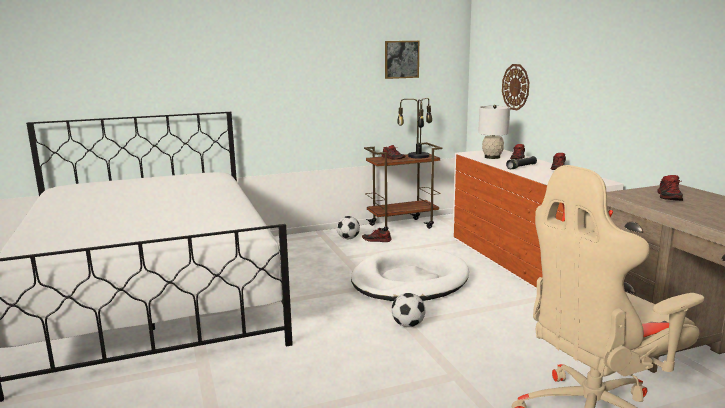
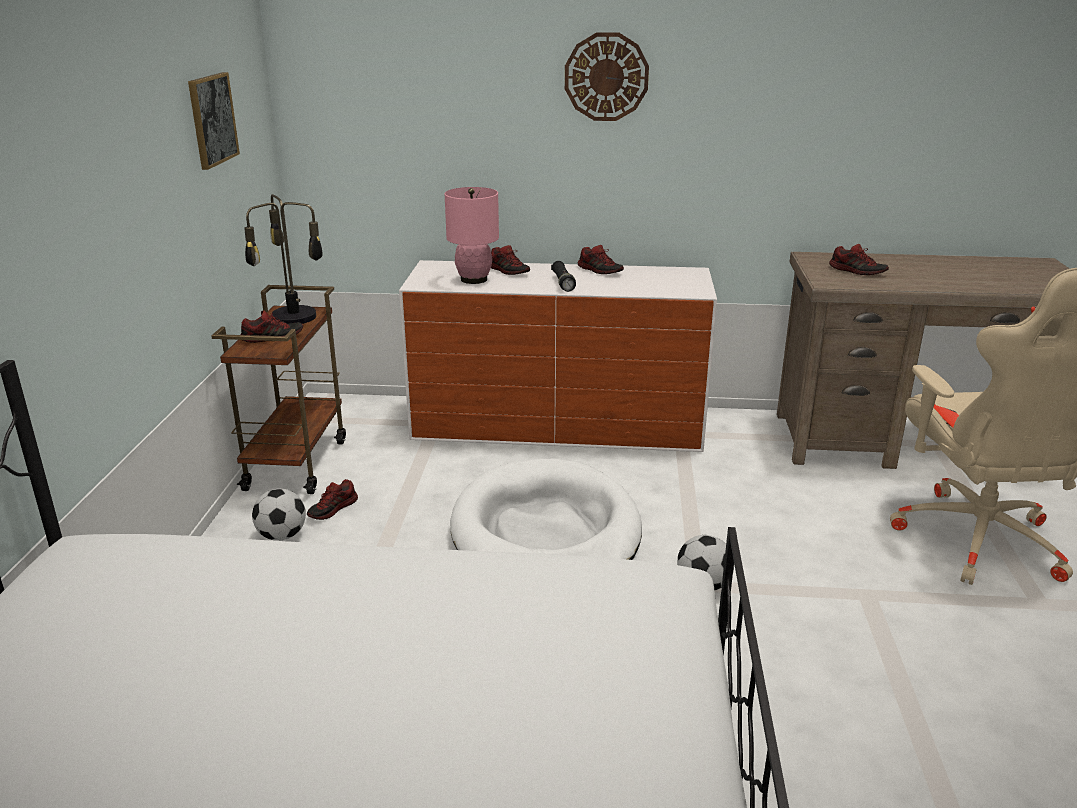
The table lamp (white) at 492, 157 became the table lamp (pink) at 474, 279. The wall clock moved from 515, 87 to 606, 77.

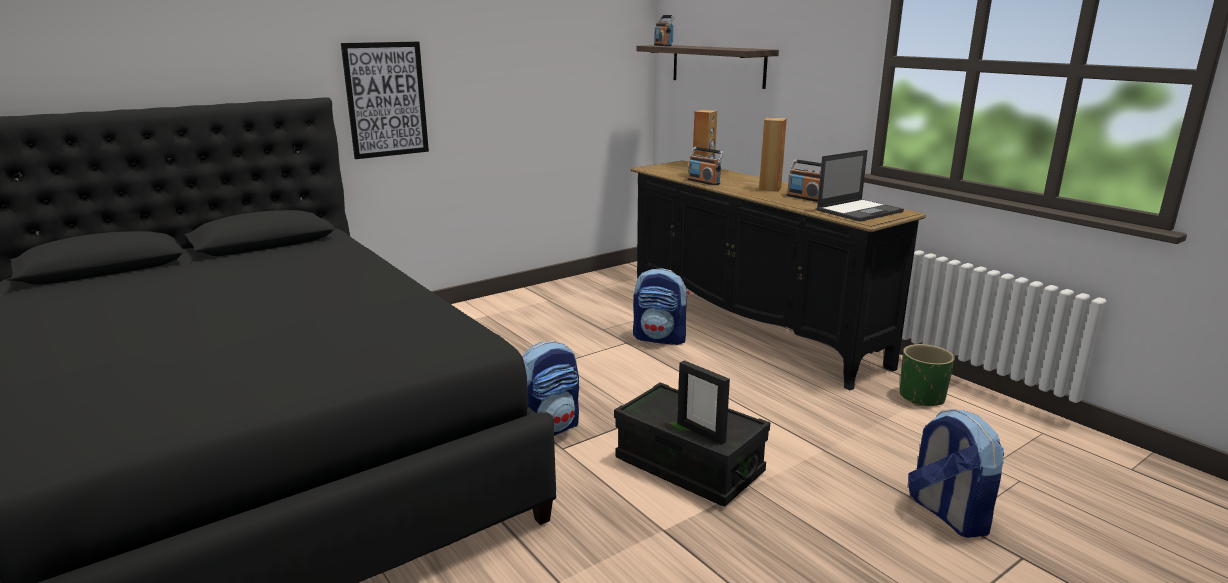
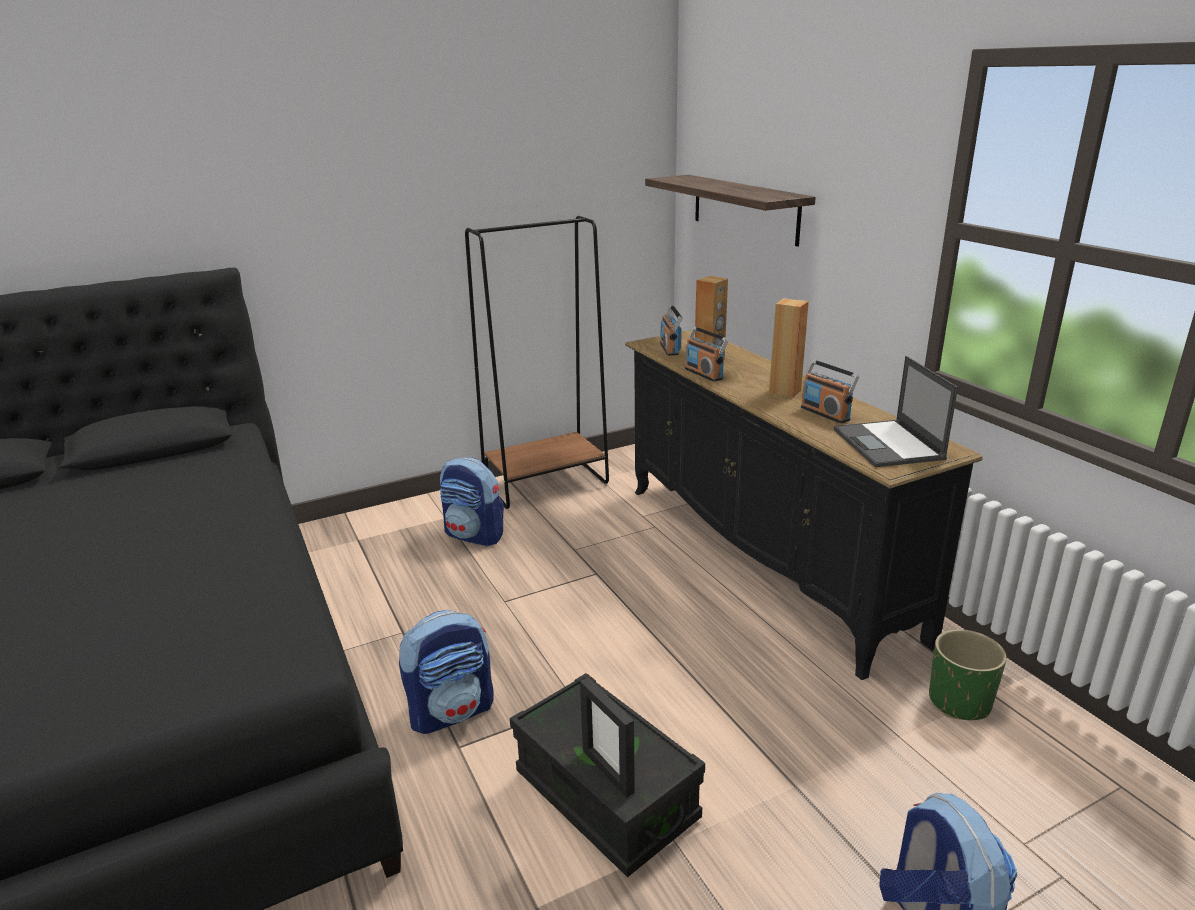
The backpack moved from 660, 338 to 475, 535. The clothes rack at 546, 484 appeared. The radio moved from 663, 45 to 670, 349. The laptop at 859, 211 turned 105 degrees clockwise. The picture at 386, 100 disappeared.

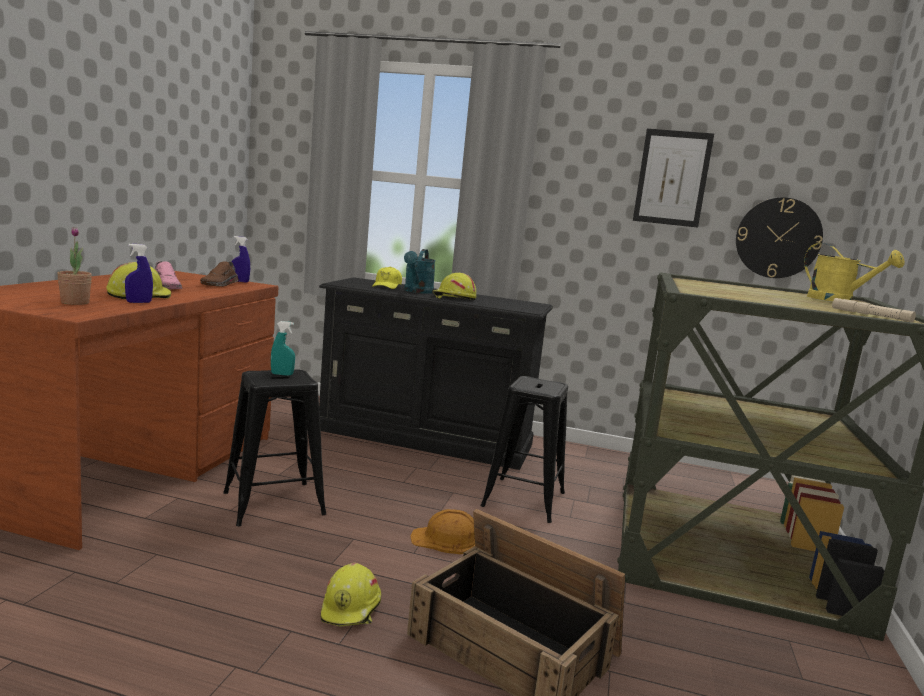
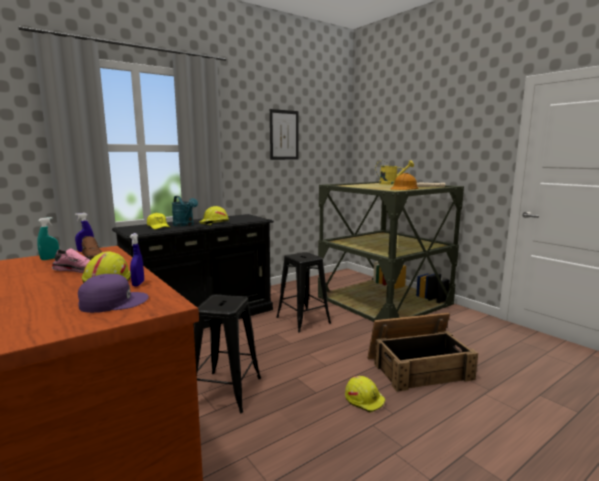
The spray bottle (turquoise) moved from 282, 374 to 50, 258. The potted plant at 75, 302 was replaced by the cap (purple) at 113, 302. The hard hat (orange) moved from 446, 539 to 404, 188. The wall clock at 778, 238 disappeared.

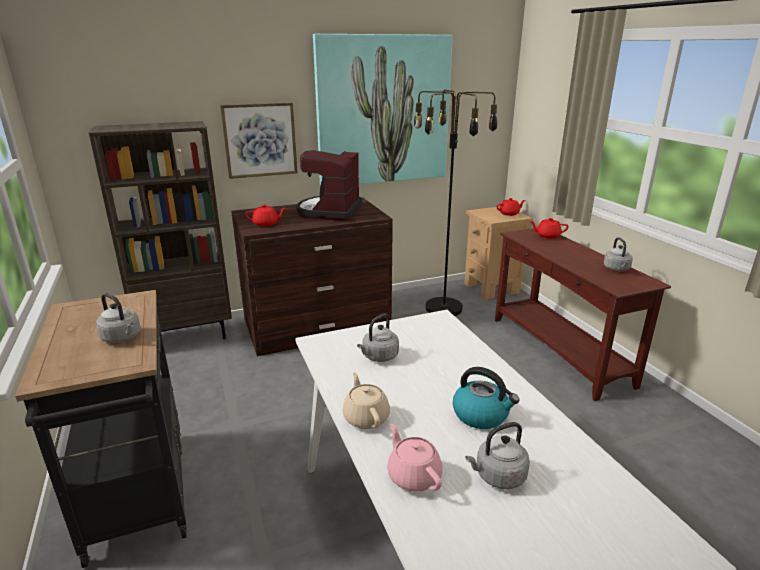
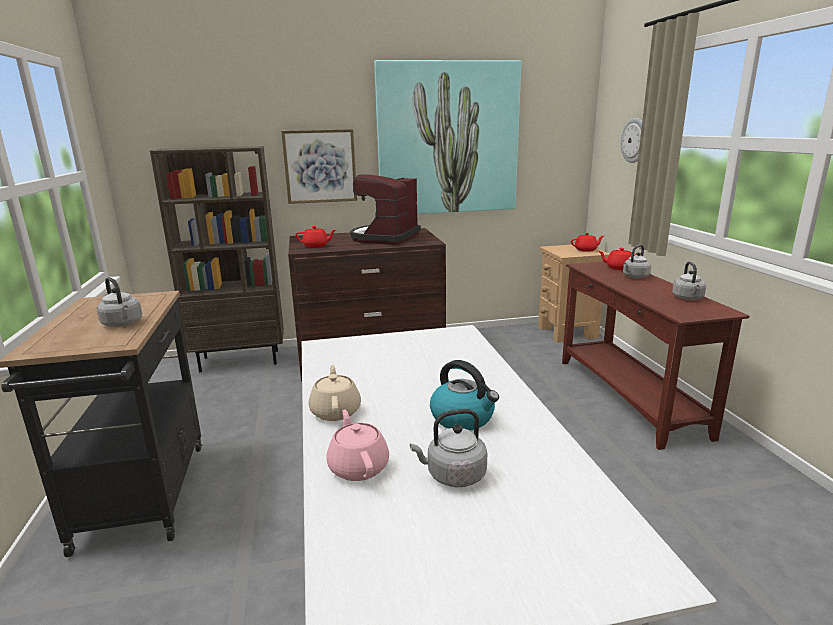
The wall clock at 634, 140 appeared. The kettle (grey) moved from 379, 357 to 634, 277. The floor lamp at 443, 308 disappeared.

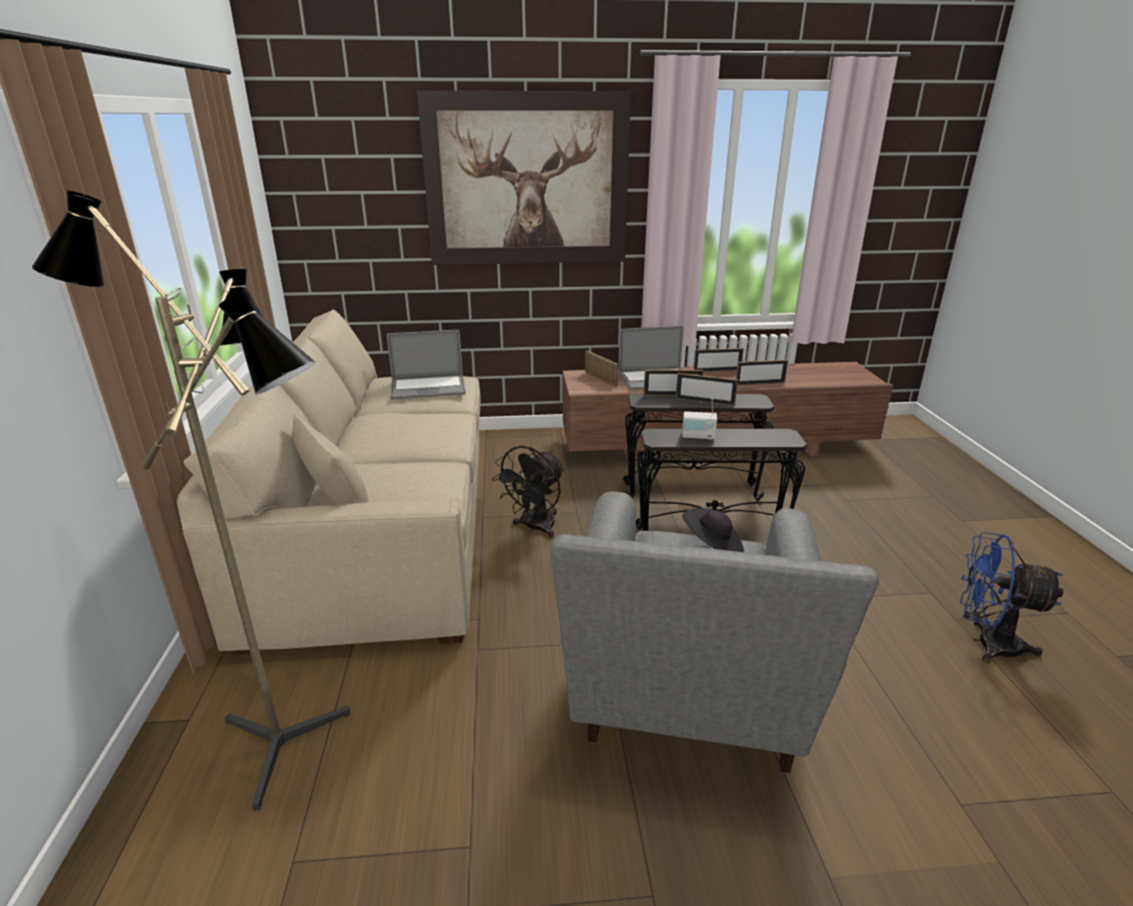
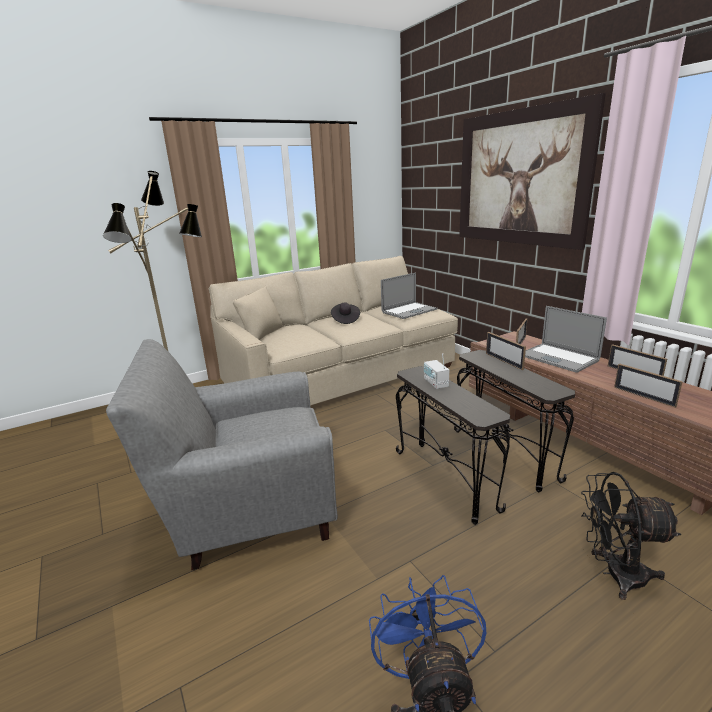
The hat (black) moved from 713, 546 to 345, 320. The laptop at 428, 388 turned 90 degrees counterclockwise. The fan (black) moved from 535, 528 to 615, 574. The picture frame at 704, 402 disappeared.

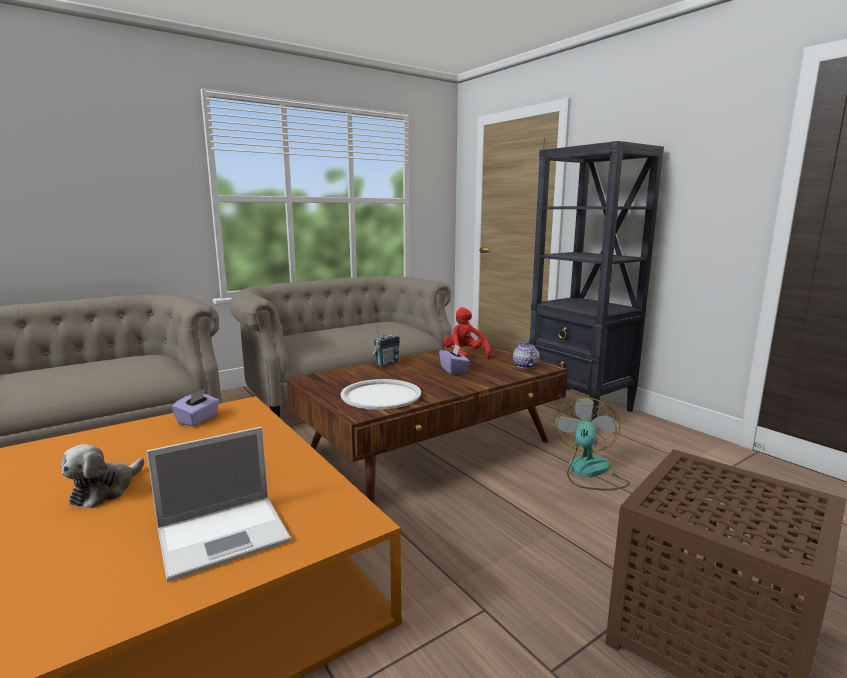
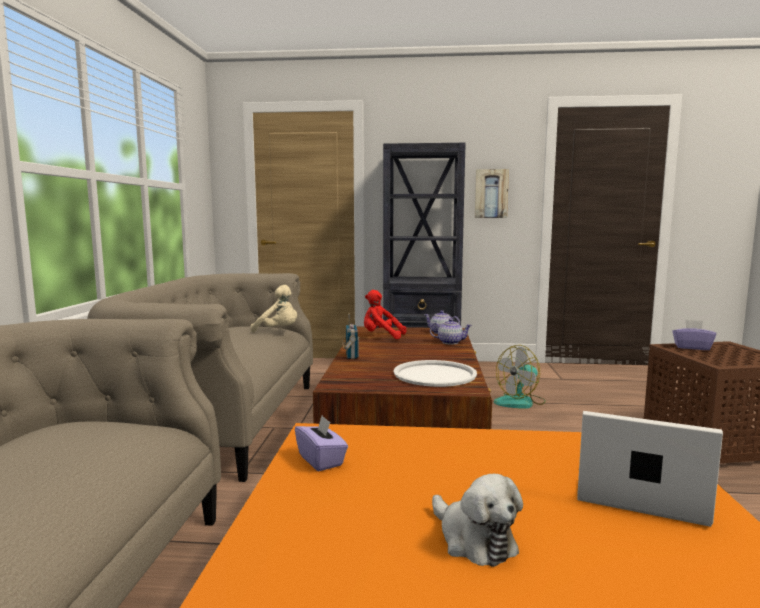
The plush toy (beige) at 278, 331 appeared. The teapot at 450, 342 appeared. The picture at 491, 193 appeared. The fan at 589, 472 turned 90 degrees counterclockwise. The laptop at 226, 534 turned 75 degrees counterclockwise. The tissue box (purple) moved from 454, 370 to 692, 347.

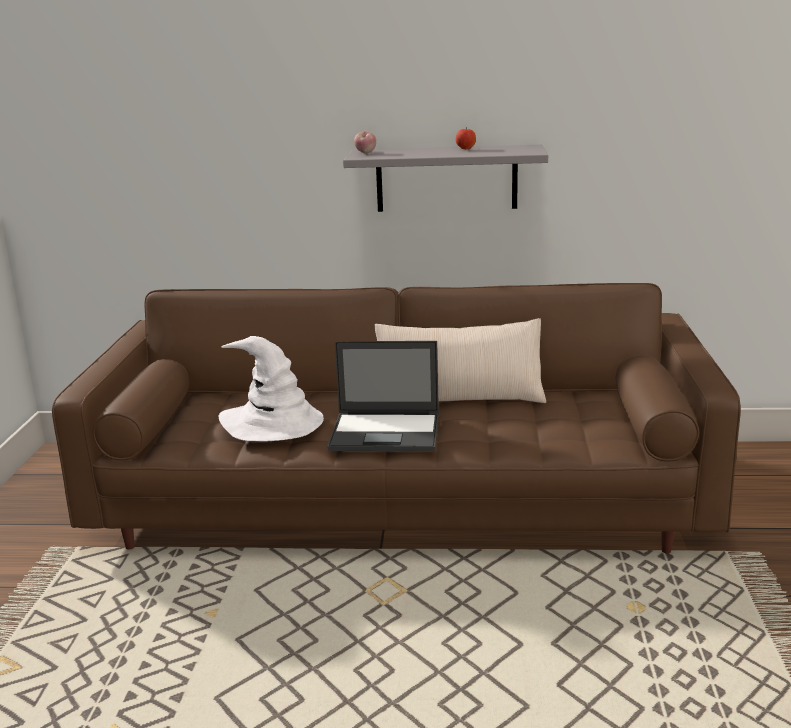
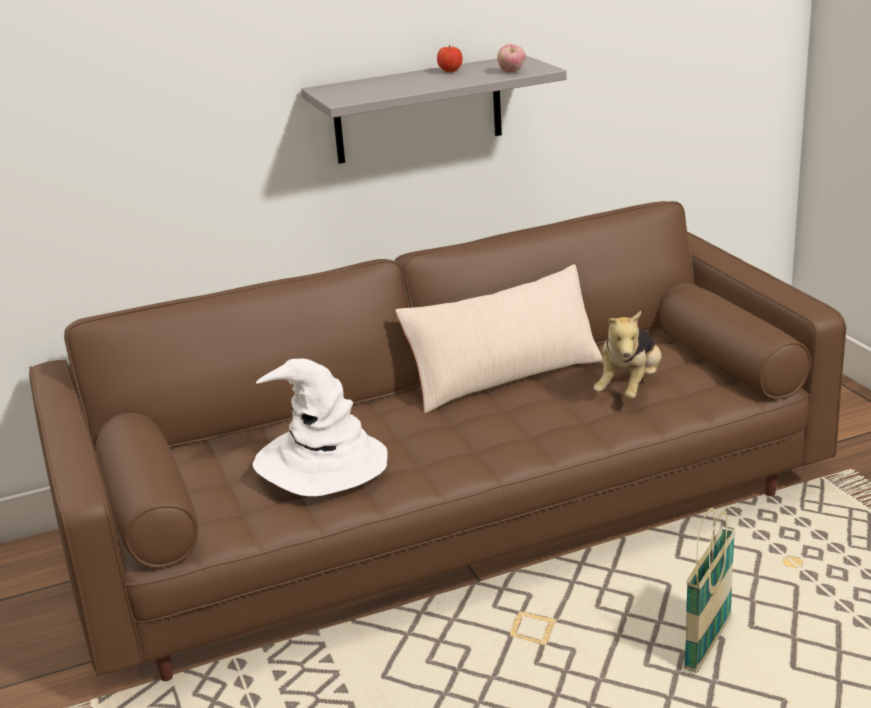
The apple moved from 365, 153 to 511, 72. The plush toy at 630, 388 appeared. The basket at 707, 645 appeared. The laptop at 387, 432 disappeared.

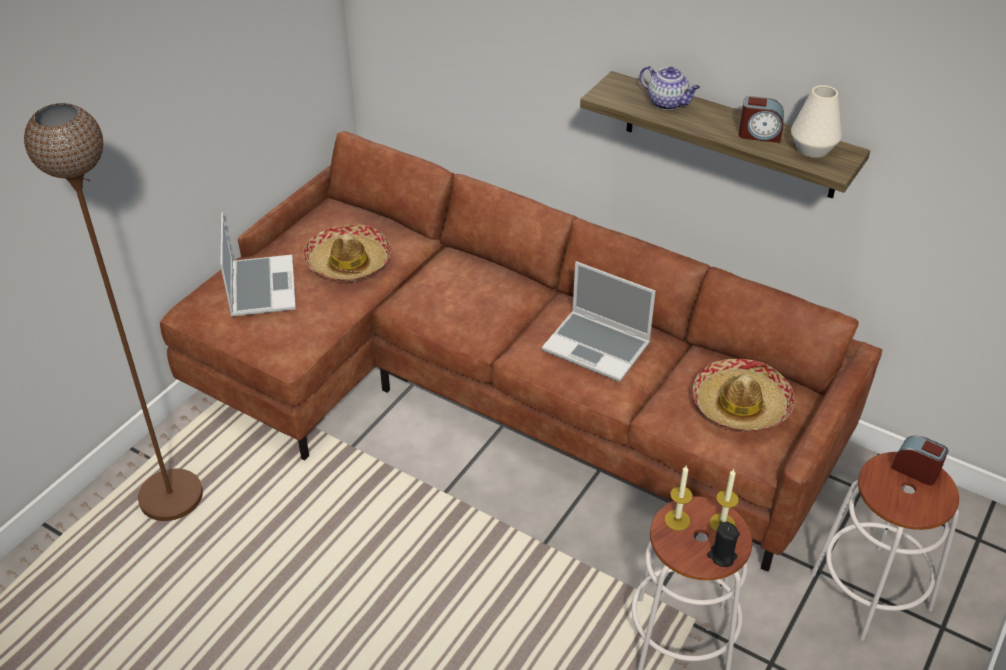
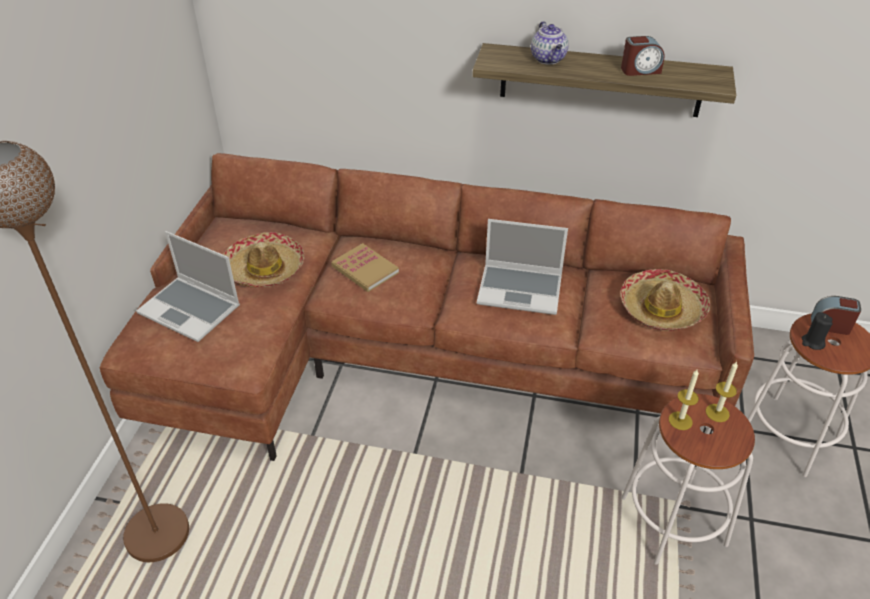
The laptop at 261, 287 turned 150 degrees clockwise. The book at 365, 270 appeared. The teapot at 668, 103 turned 60 degrees clockwise. The candle (black) moved from 722, 556 to 812, 342. The vase (white) at 813, 149 disappeared.

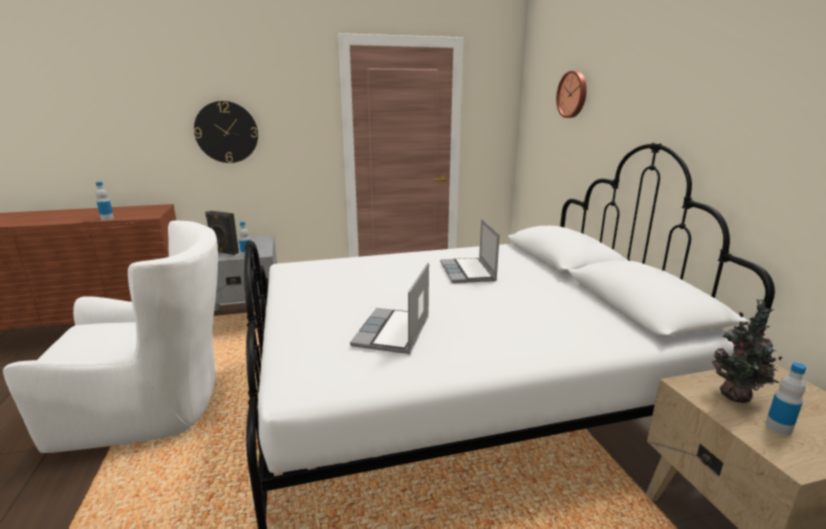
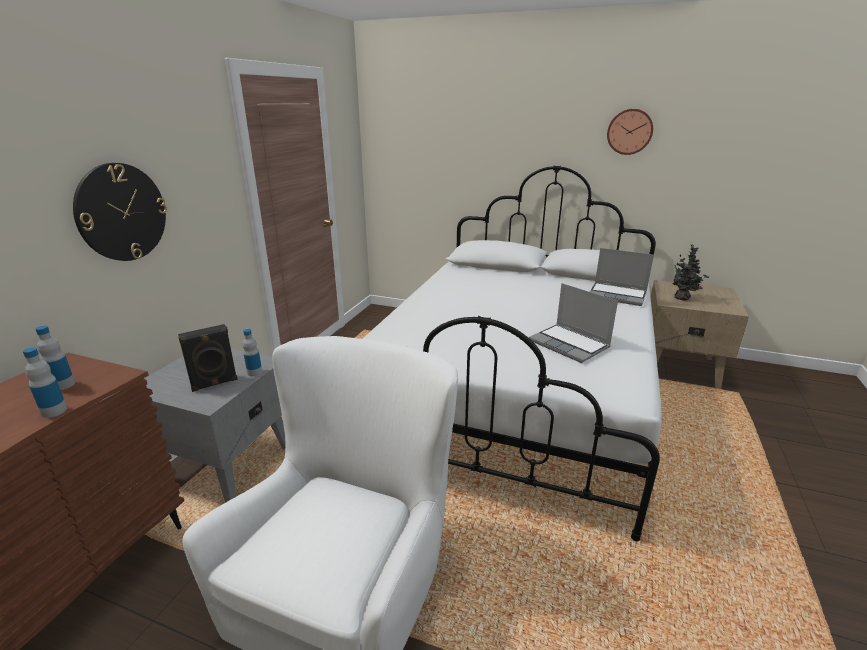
The bottle moved from 778, 427 to 63, 385. The laptop moved from 468, 272 to 618, 295. The wall clock moved from 573, 94 to 629, 131.

